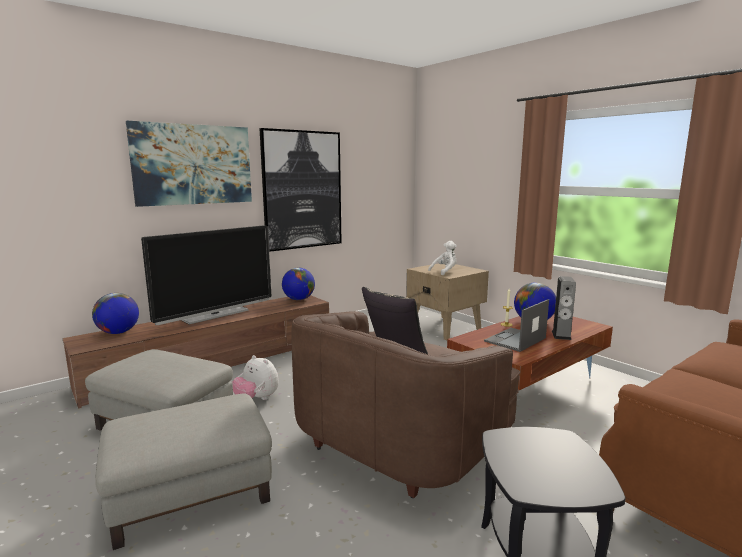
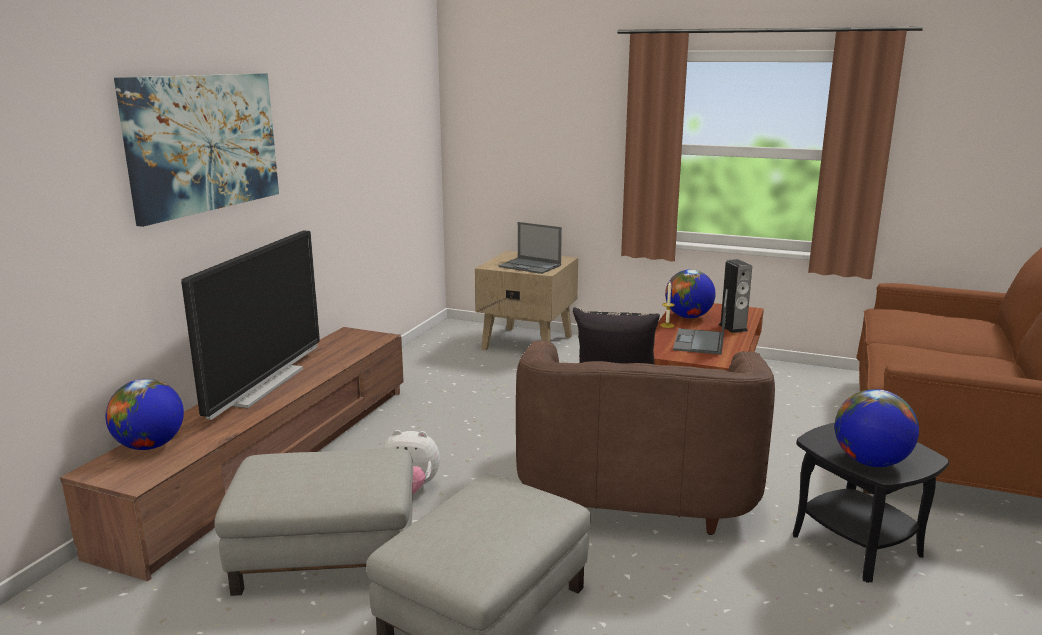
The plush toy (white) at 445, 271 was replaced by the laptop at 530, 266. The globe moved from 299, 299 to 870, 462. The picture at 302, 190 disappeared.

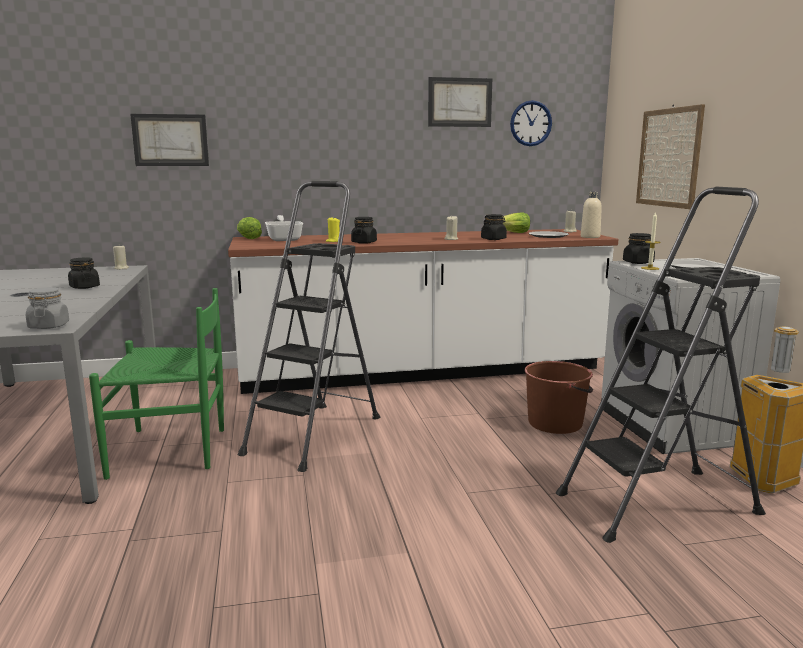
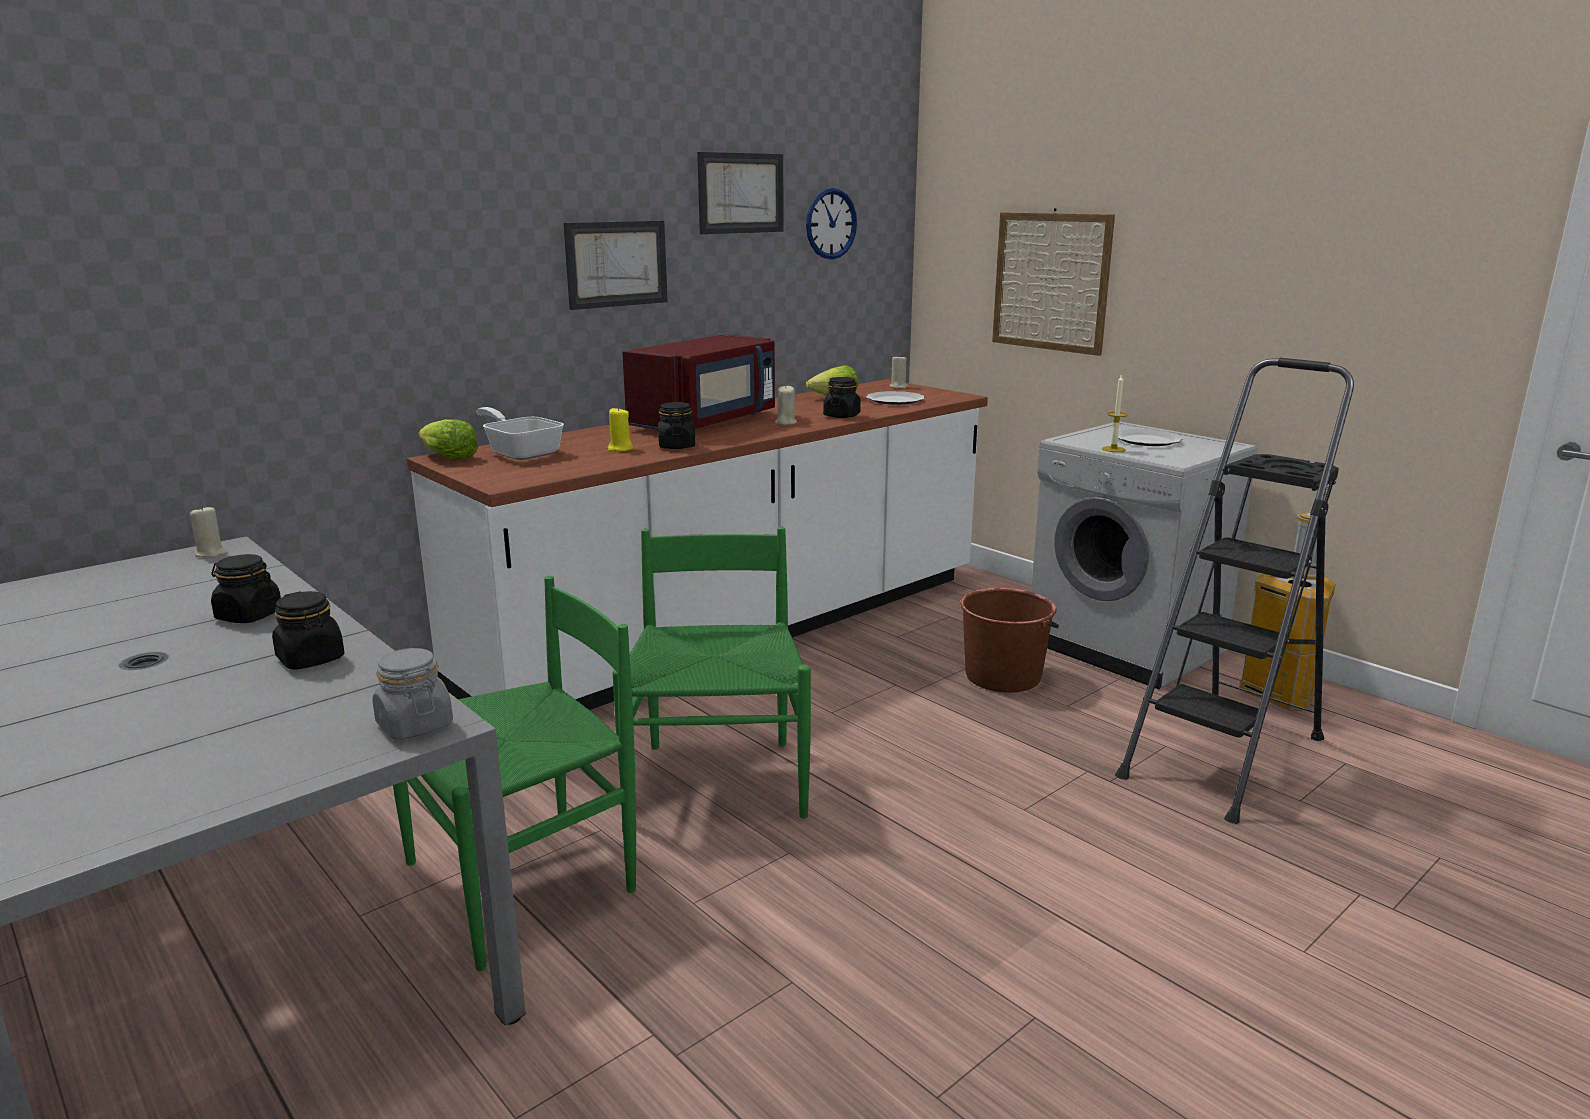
The jar (black) moved from 638, 262 to 311, 659. The picture moved from 170, 140 to 616, 264. The step ladder at 315, 434 was replaced by the chair (green) at 718, 780. The microwave (red) at 706, 422 appeared. The bottle (beige) at 590, 237 disappeared.

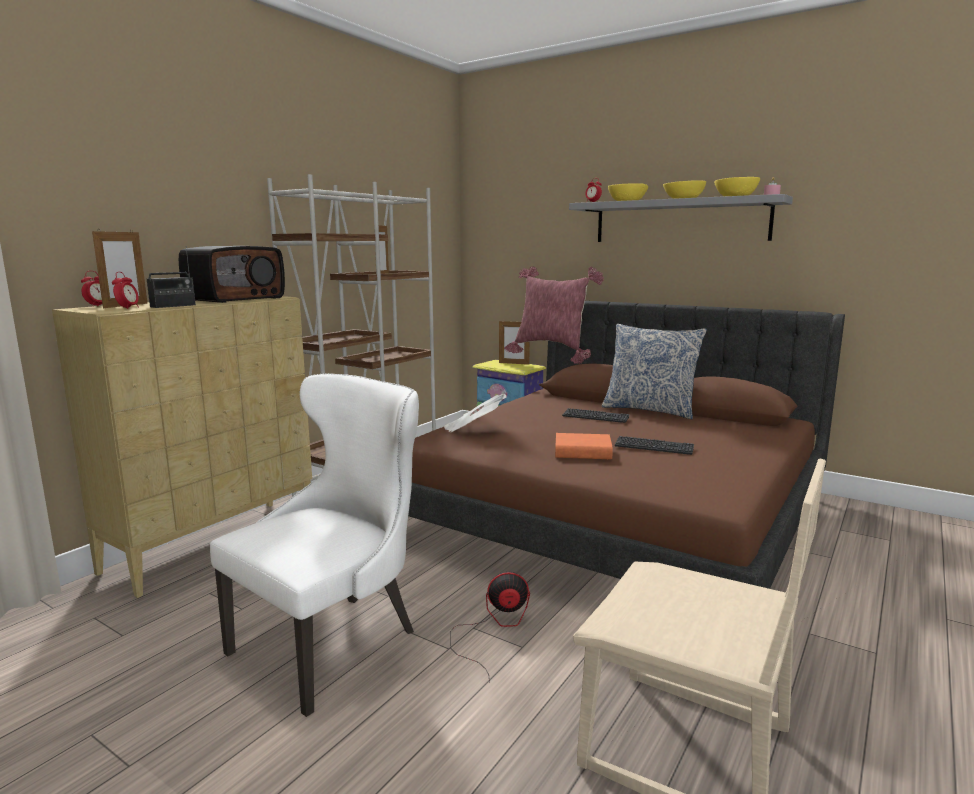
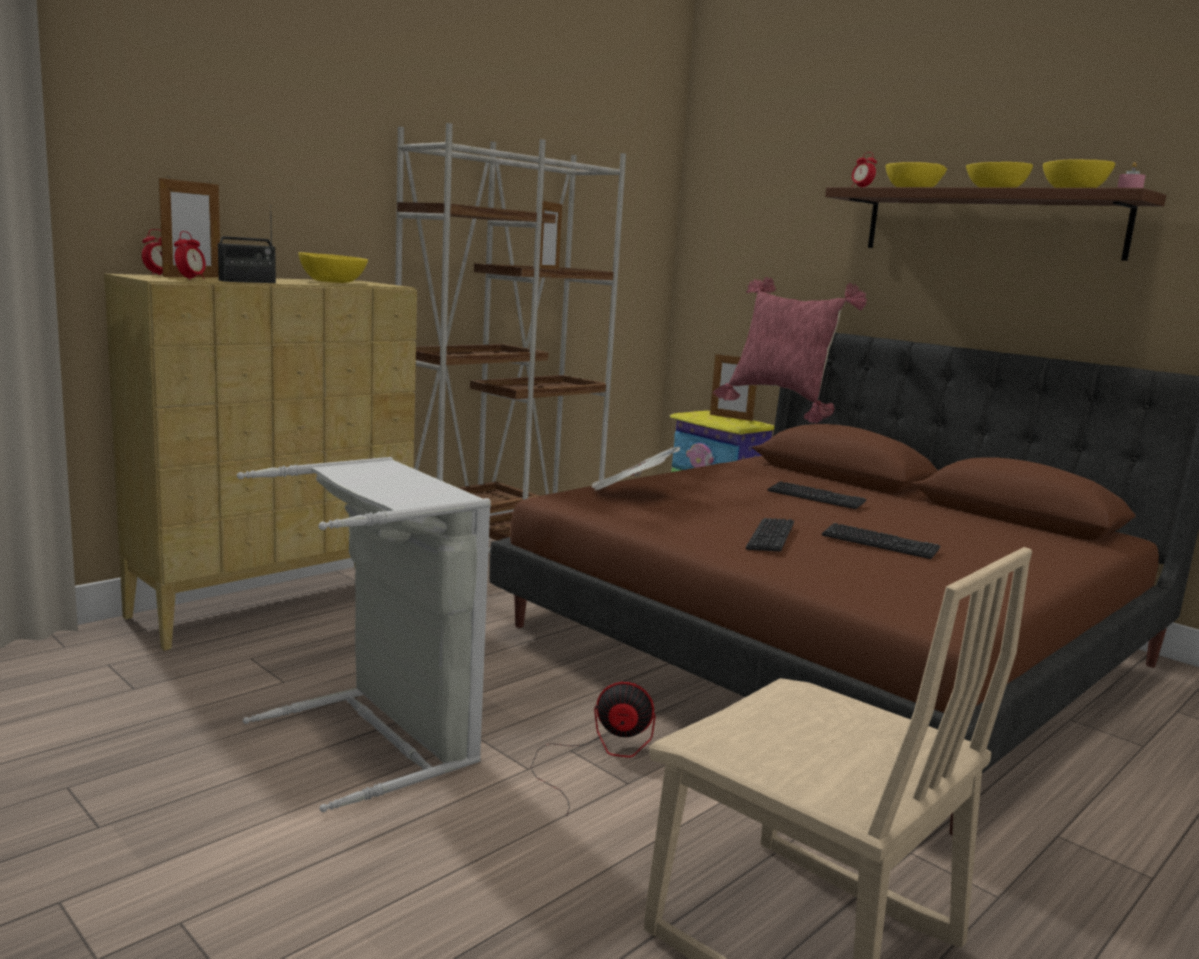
The chair (white) at 333, 642 was replaced by the laundry basket (grey) at 383, 737. The radio at 235, 299 was replaced by the bowl (yellow) at 333, 282. The book (orange) at 582, 452 was replaced by the keyboard at 770, 537. The shelf (grey) at 679, 221 became the shelf (brown) at 990, 223. The pillow at 650, 410 disappeared.

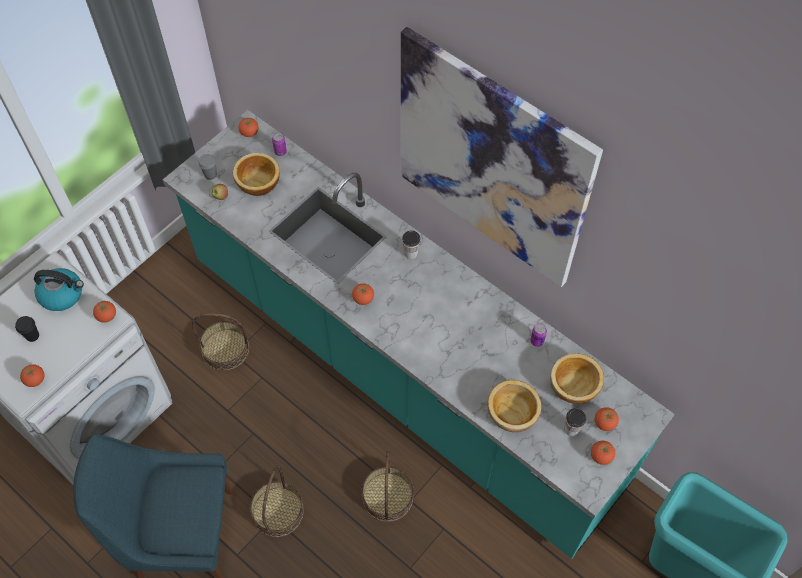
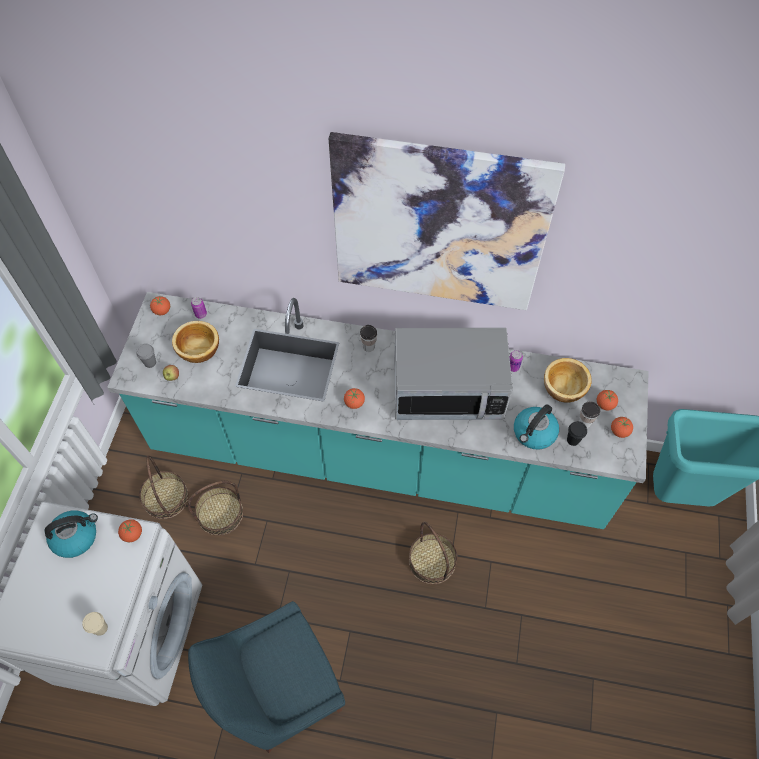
The tomato at 35, 380 was replaced by the cup (beige) at 100, 628. The basket moved from 277, 511 to 165, 498. The microwave at 448, 390 appeared. The bowl at 513, 414 was replaced by the kettle at 534, 433. The cup (black) moved from 32, 336 to 573, 440.

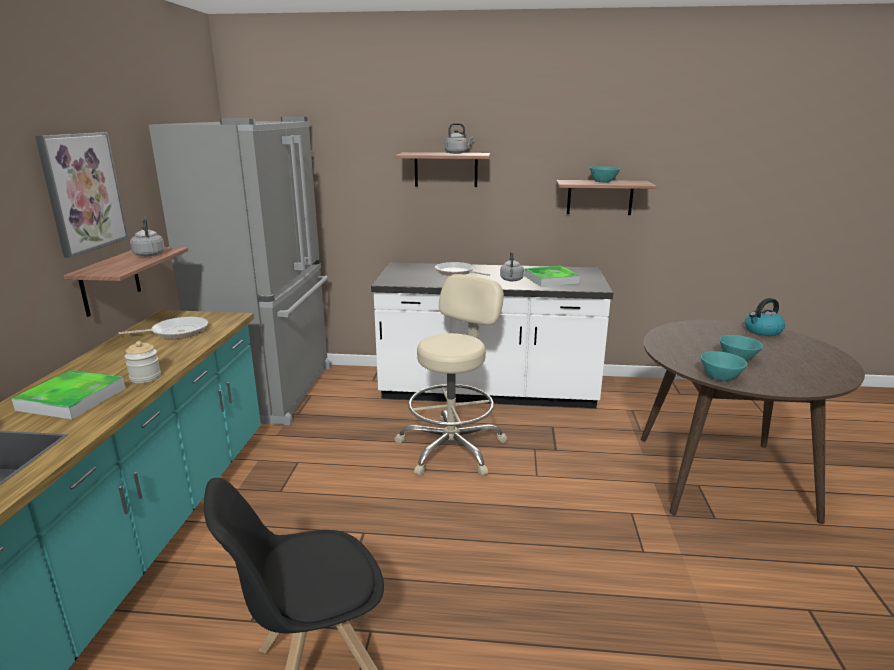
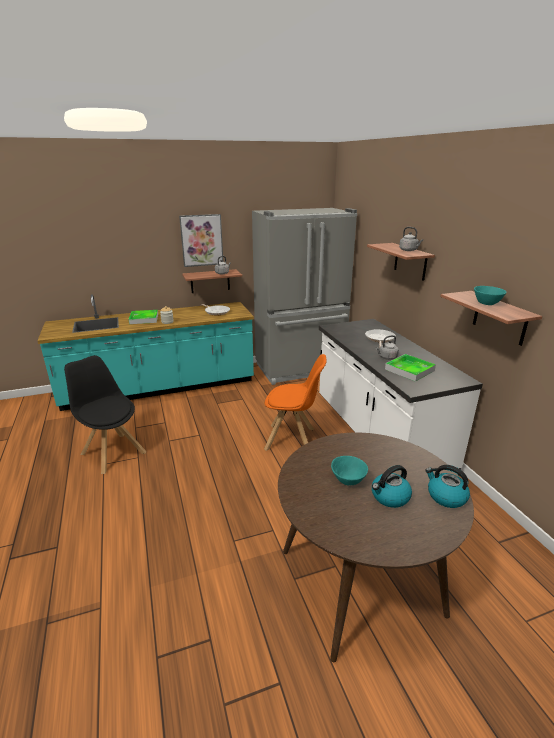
The stool (beige) at 452, 447 was replaced by the chair (orange) at 293, 439. The kettle at 389, 497 appeared. The bowl (turquoise) at 721, 378 disappeared.

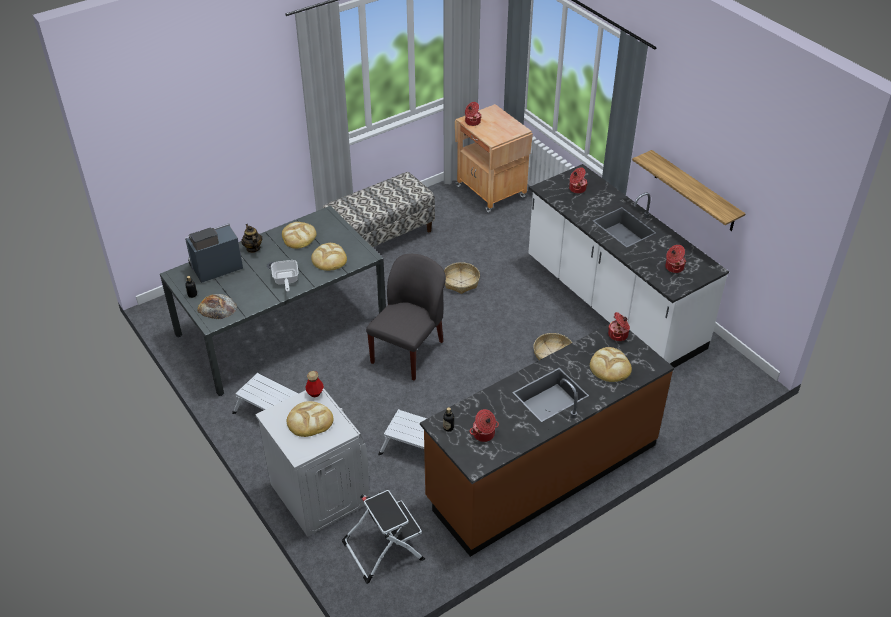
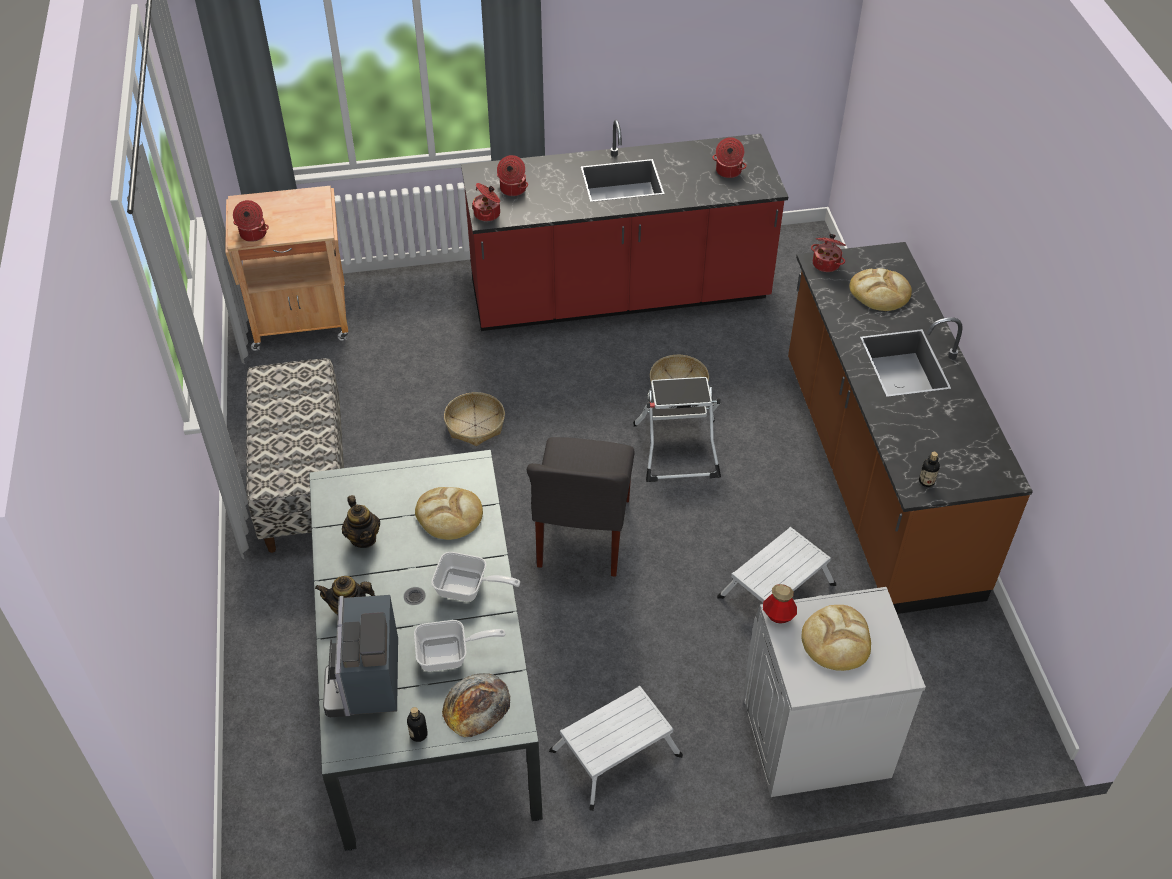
The bread at 299, 237 was replaced by the teapot at 363, 538. The frying pan at 450, 655 appeared. The counter (white) at 612, 304 became the counter (red) at 619, 294. The cooking pot moved from 484, 434 to 488, 214. The chair (grey) at 408, 351 turned 135 degrees counterclockwise. The step ladder moved from 383, 547 to 678, 447. The shelf at 694, 191 disappeared.

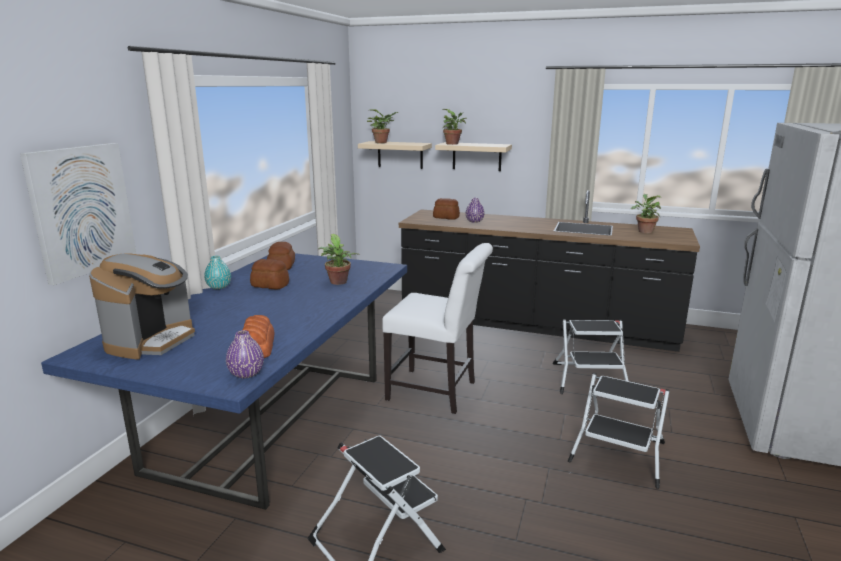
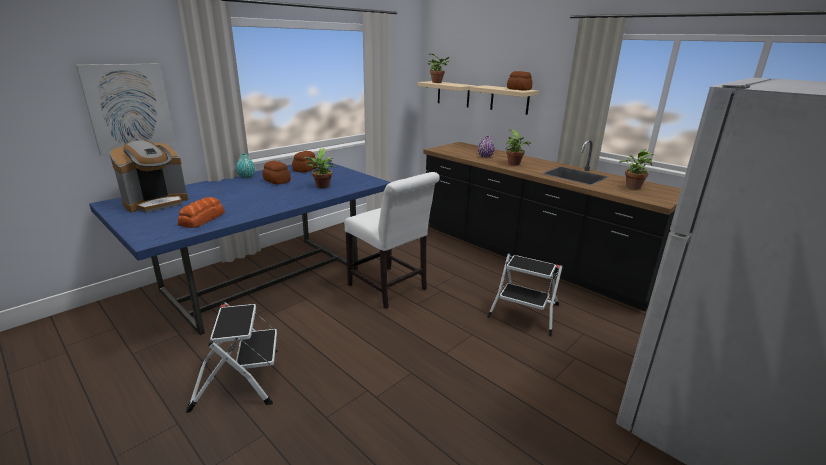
The potted plant moved from 453, 144 to 515, 164. The bread moved from 446, 217 to 519, 89. The vase (purple) at 246, 374 disappeared. The step ladder at 619, 453 disappeared.

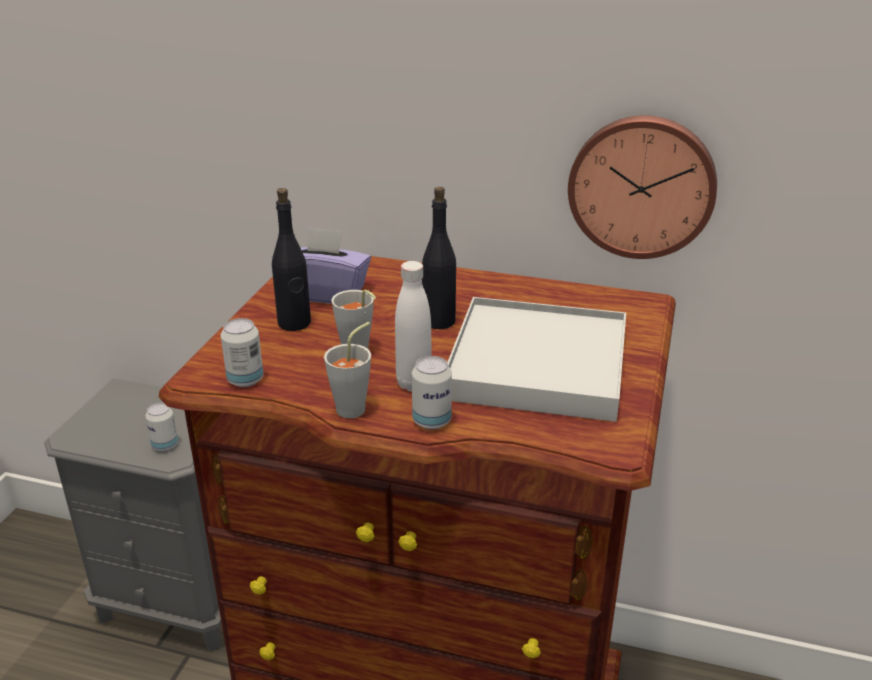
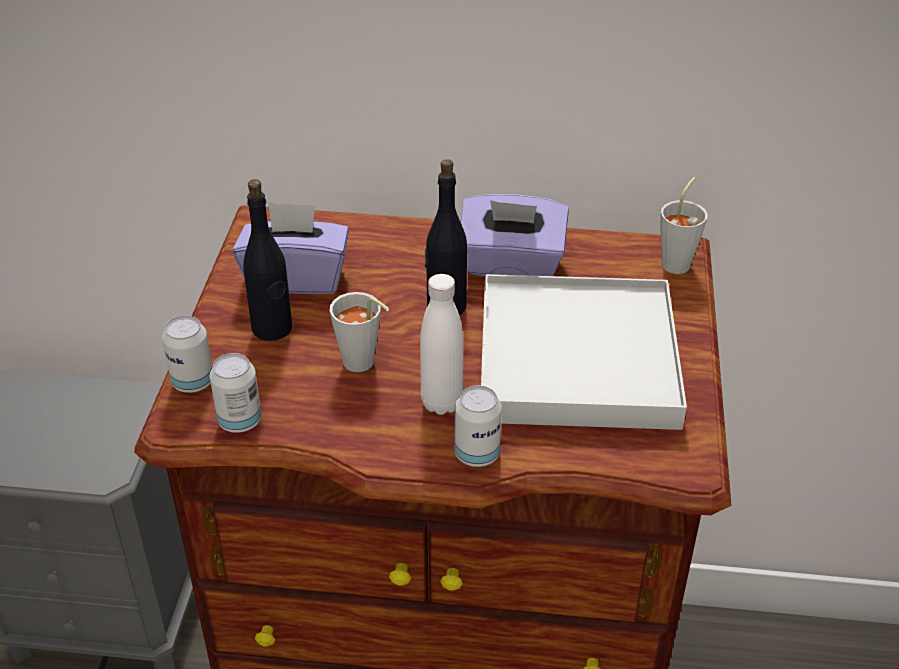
The can moved from 165, 445 to 193, 382. The tissue box (purple) at 511, 264 appeared. The cup (grey) moved from 356, 407 to 678, 261. The wall clock at 642, 186 disappeared.

